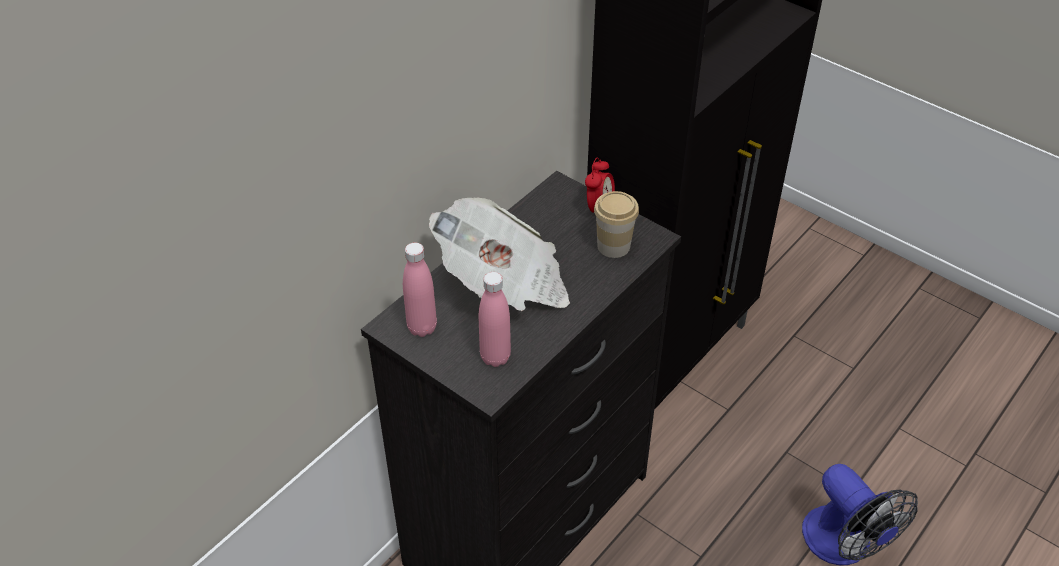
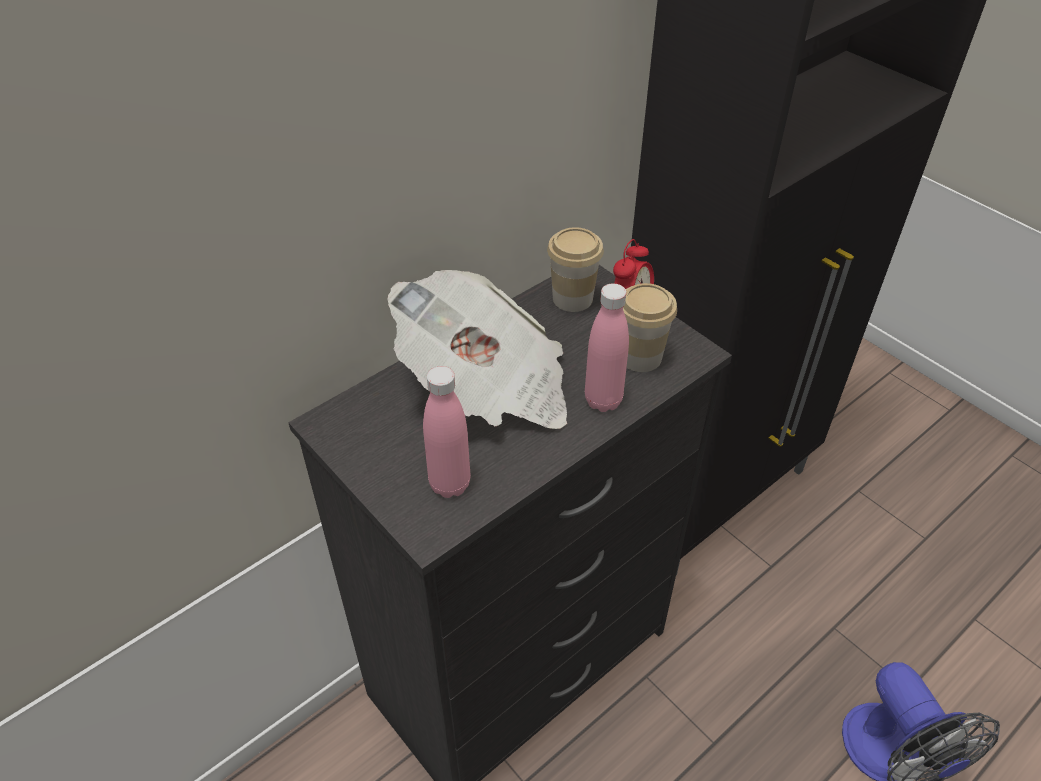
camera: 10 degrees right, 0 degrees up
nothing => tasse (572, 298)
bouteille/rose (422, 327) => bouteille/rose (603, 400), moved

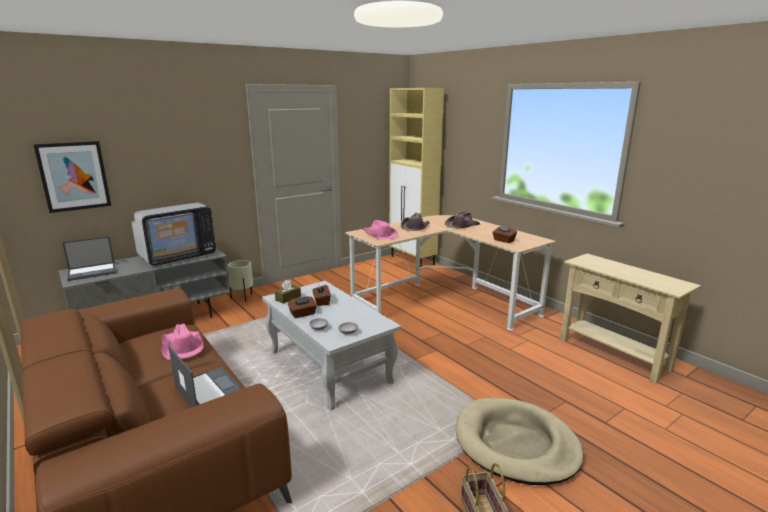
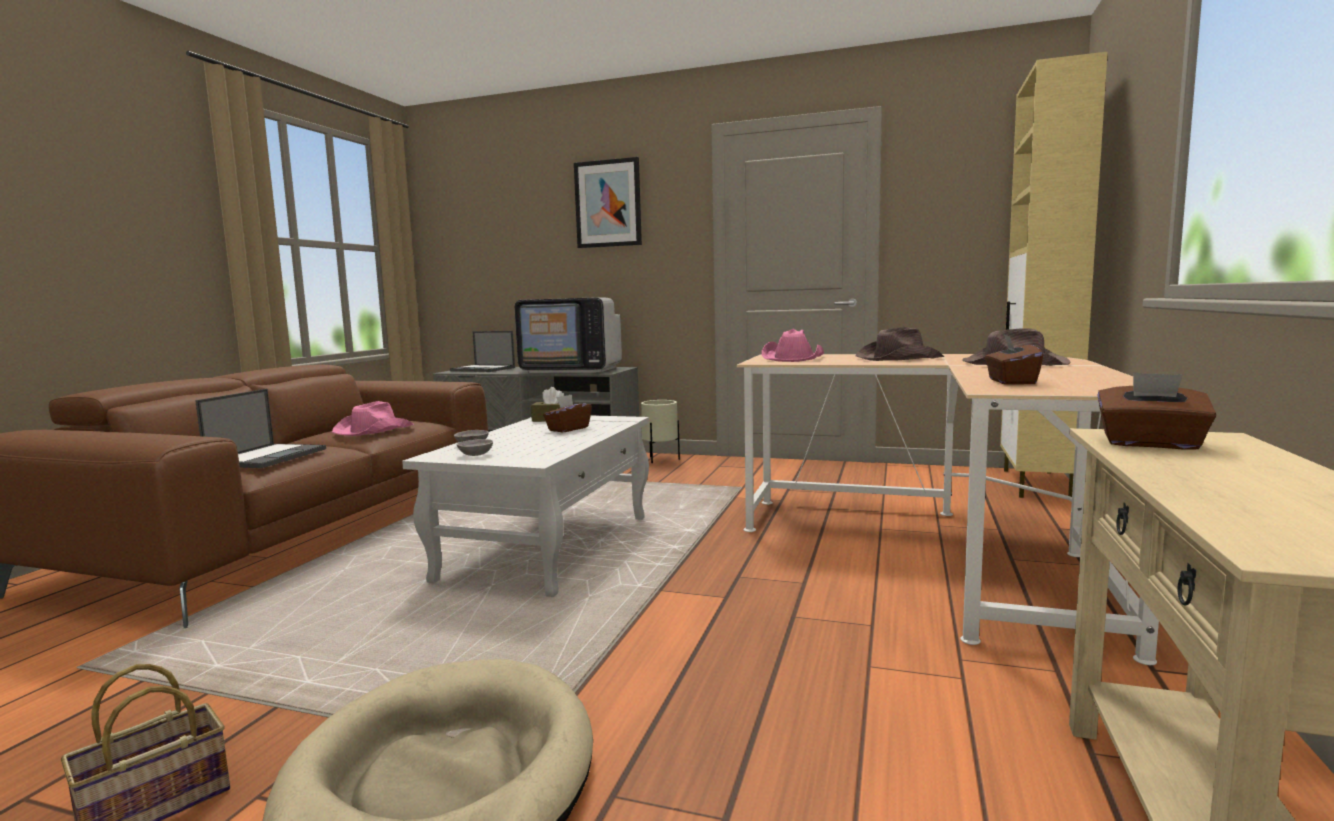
camera: 55 degrees right, 10 degrees down
tableau (74, 176) => tableau (608, 204), moved
boîte à mouchoirs/marron (303, 314) => boîte à mouchoirs/marron (1150, 444), moved

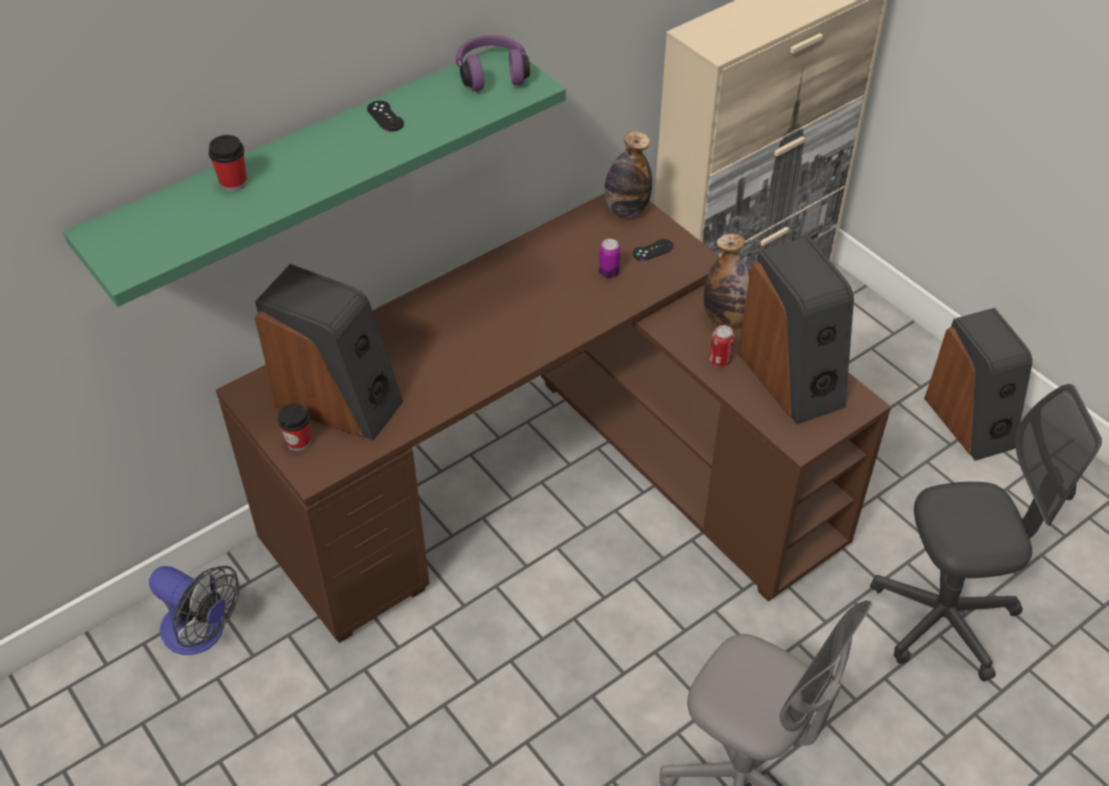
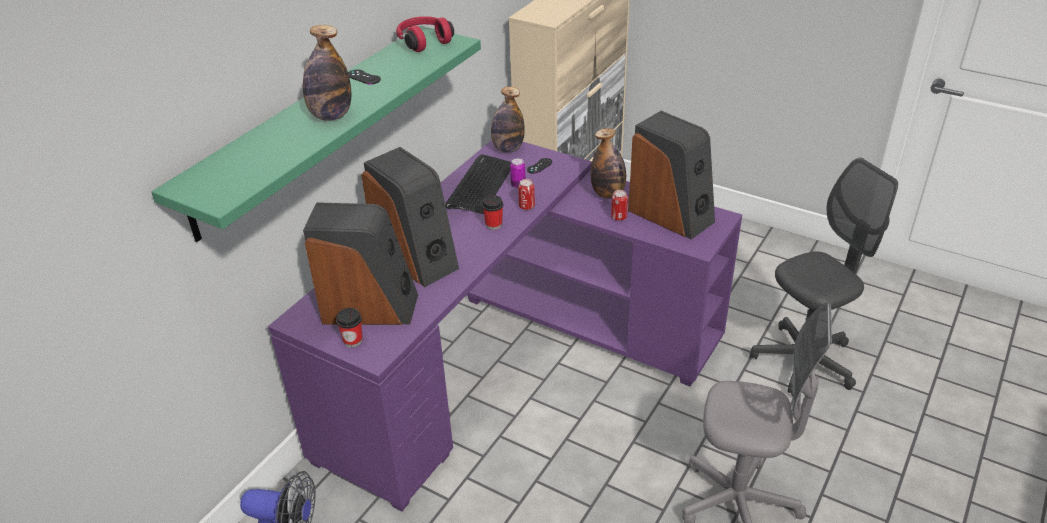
camera: 20 degrees left, 10 degrees down
nothing => bouteille (331, 116)
nothing => clavier (480, 185)
nothing => boîte métallique (526, 206)
tasse (233, 183) => tasse (493, 225), moved
enceinte (970, 421) => enceinte (417, 258), moved
bureau/marron (557, 487) => bureau/violet (510, 360)
casque audio/violet (492, 73) => casque audio/rouge (423, 42)

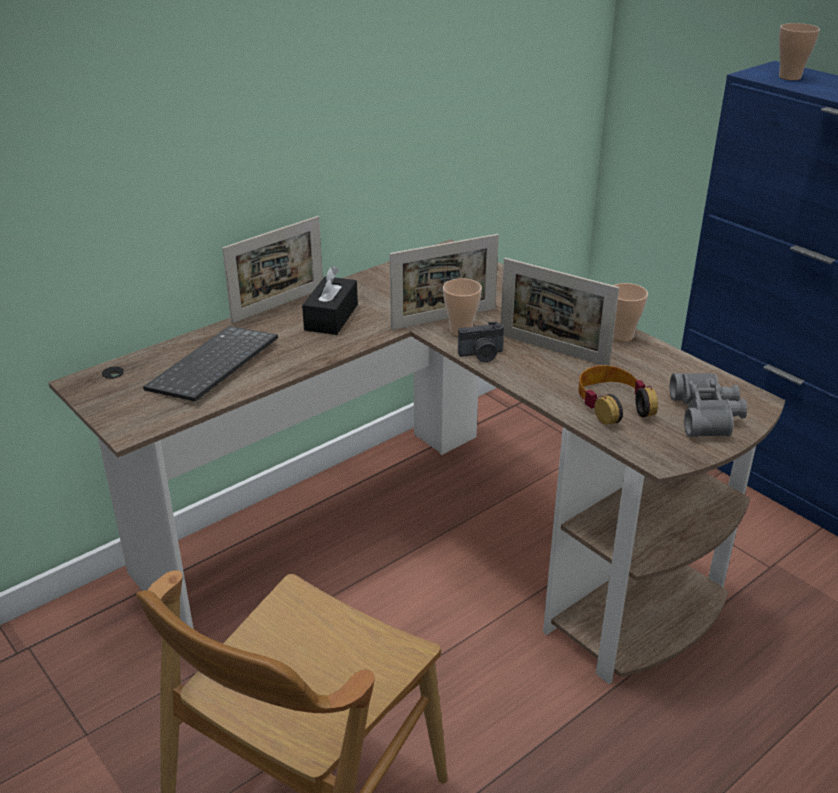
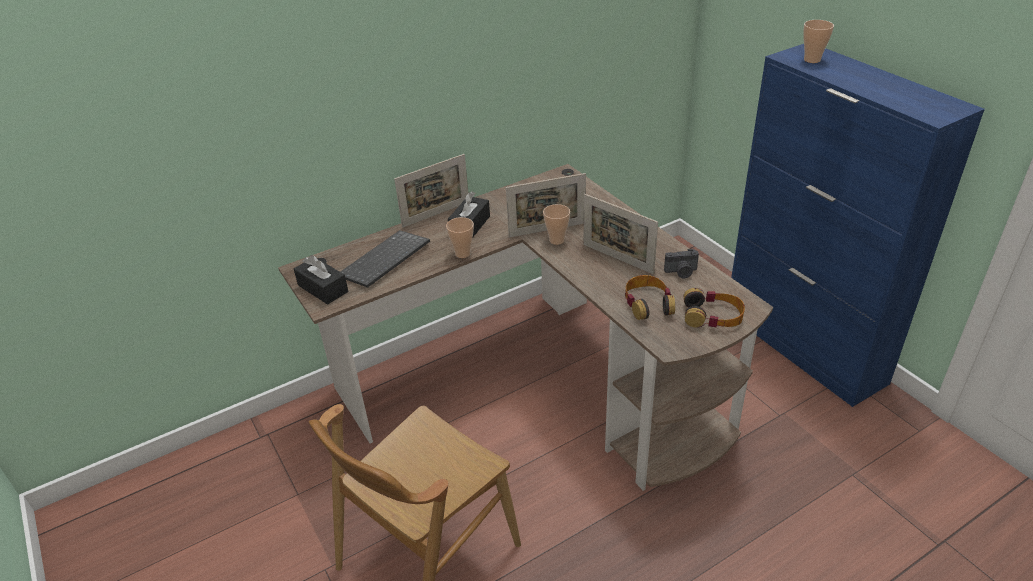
camera: 10 degrees right, 5 degrees up
nothing => boîte à mouchoirs/noir (323, 288)
appareil photo (482, 355) => appareil photo (681, 272), moved
tasse (622, 336) => tasse (462, 253), moved
jumelles/gris (707, 415) => casque audio (712, 316)

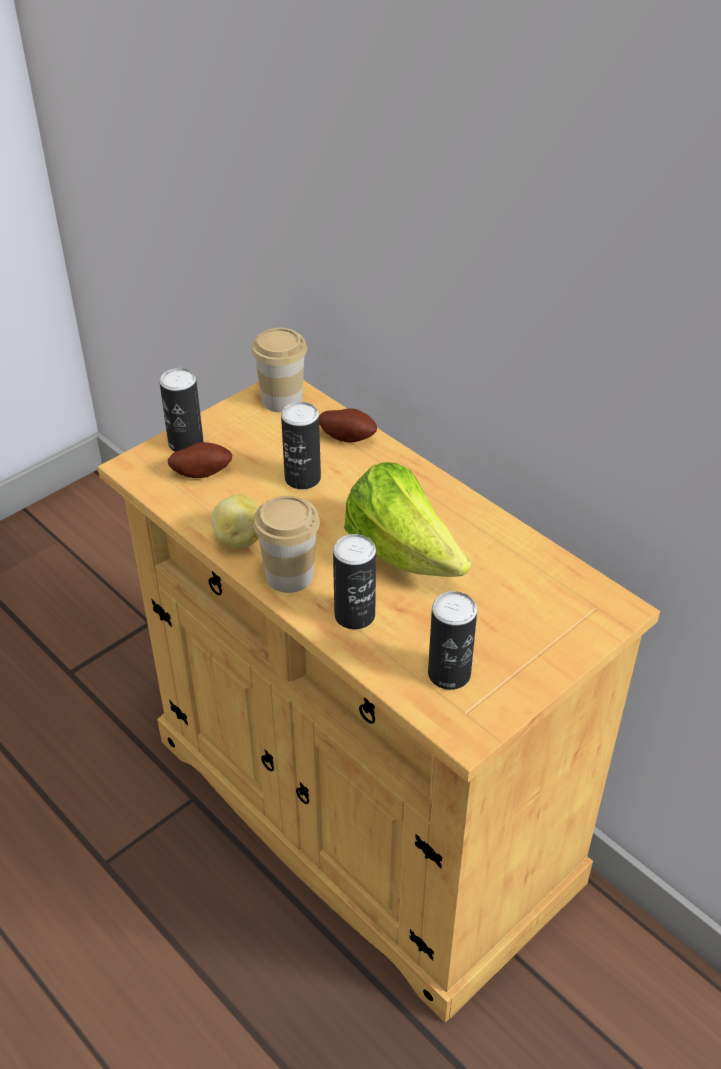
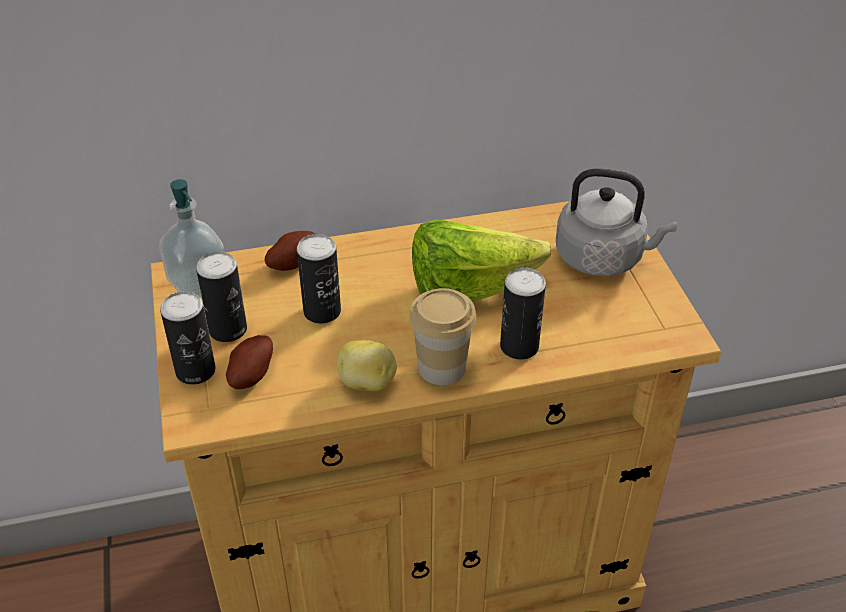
camera: 60 degrees left, 0 degrees up
nothing => bouilloire/gris (603, 258)
boîte métallique (449, 674) => boîte métallique (228, 329), moved
tasse (282, 400) => distributeur de savon (198, 282)

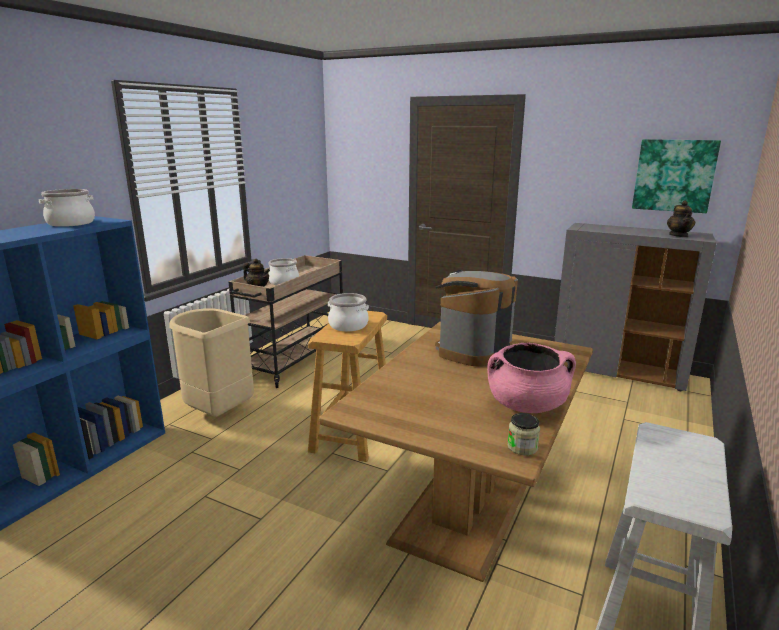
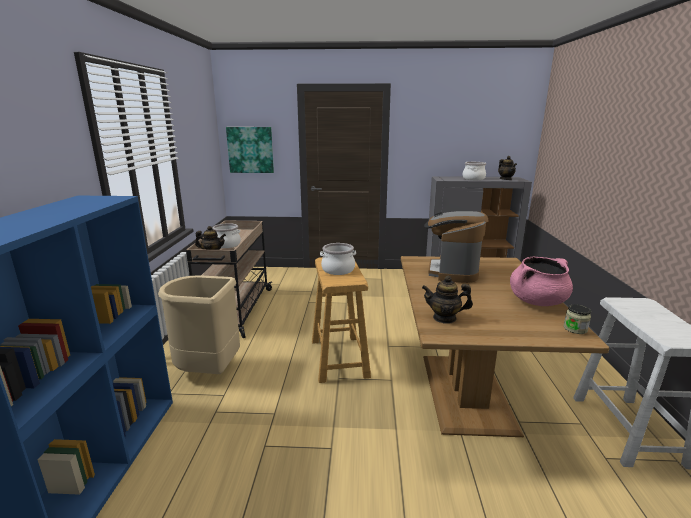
camera: 25 degrees left, 0 degrees up
nothing => théière (444, 318)
marmite (71, 223) => marmite (473, 179), moved
tableau (674, 175) => tableau (250, 150), moved

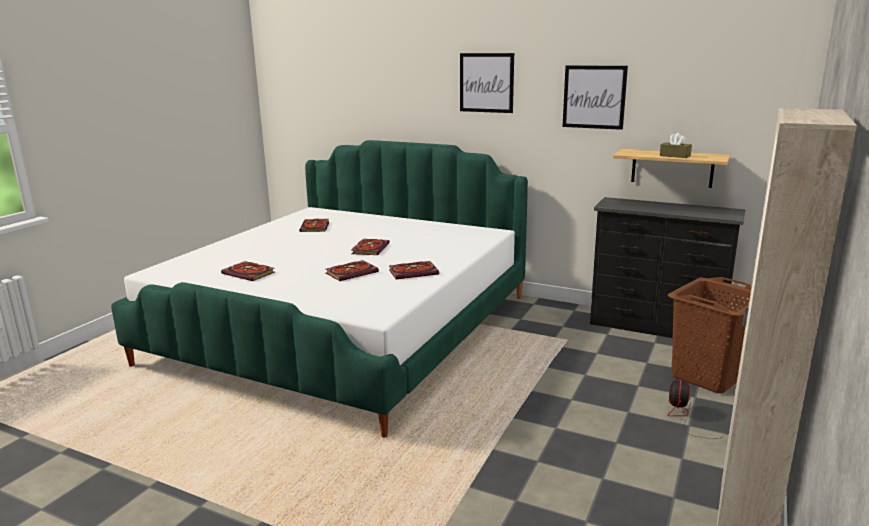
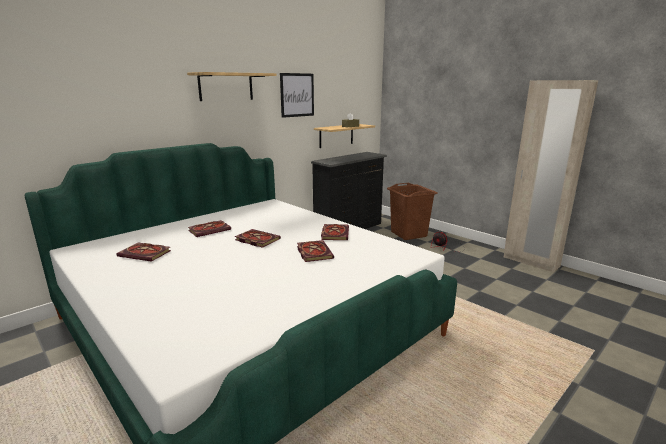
camera: 70 degrees left, 0 degrees up
livre (250, 273) => livre (210, 230), moved
tableau (486, 83) => étagère (226, 86)

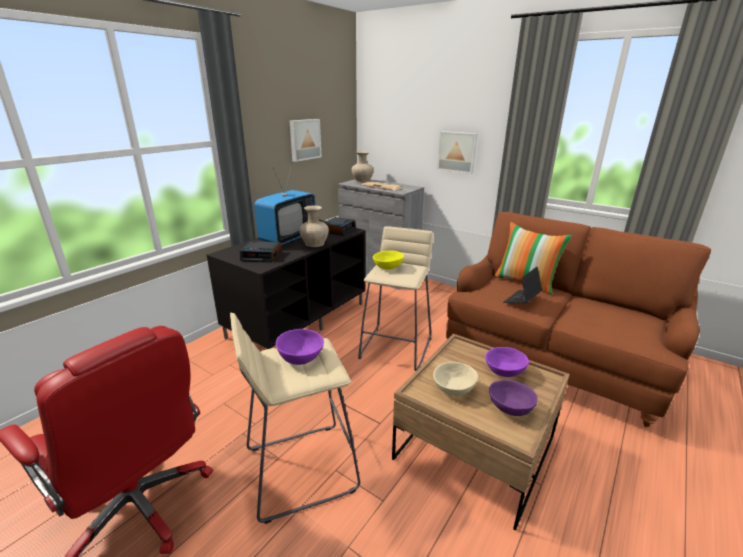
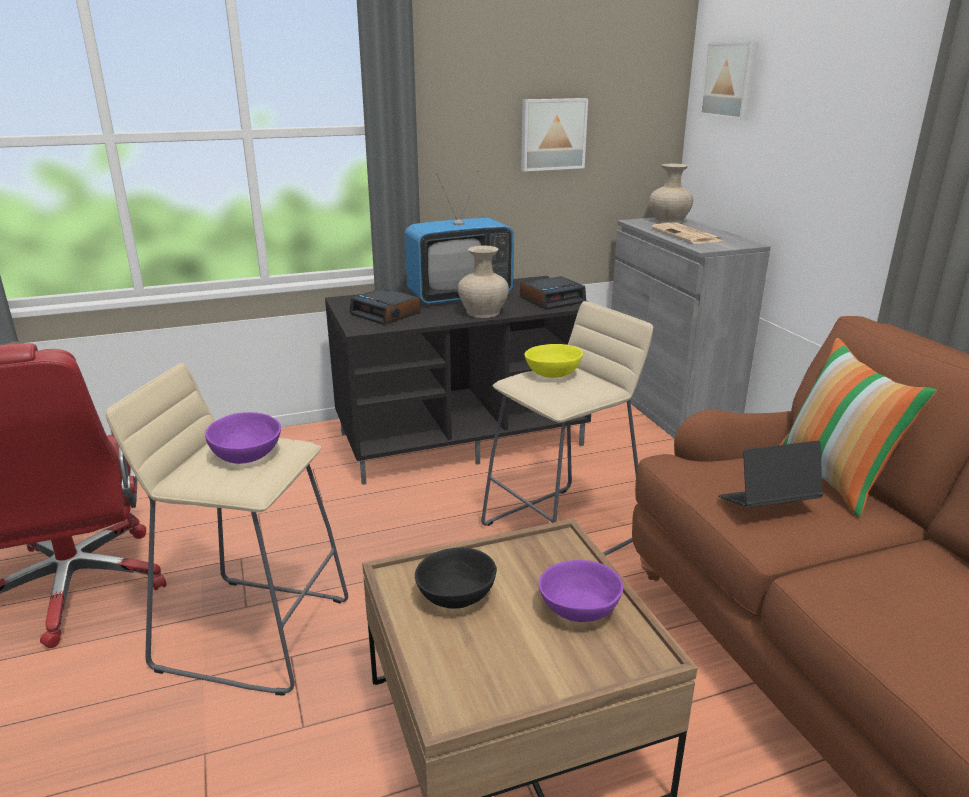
camera: 35 degrees right, 0 degrees up
bol/violet (510, 408) => nothing
tableau (457, 152) => tableau (731, 80), moved
bol/beige (454, 388) => bol/noir (457, 596)

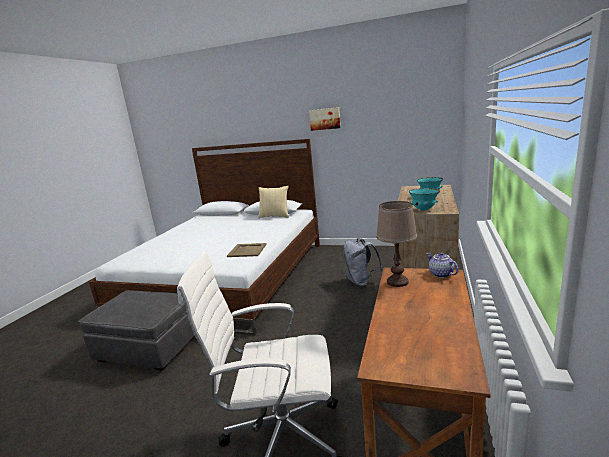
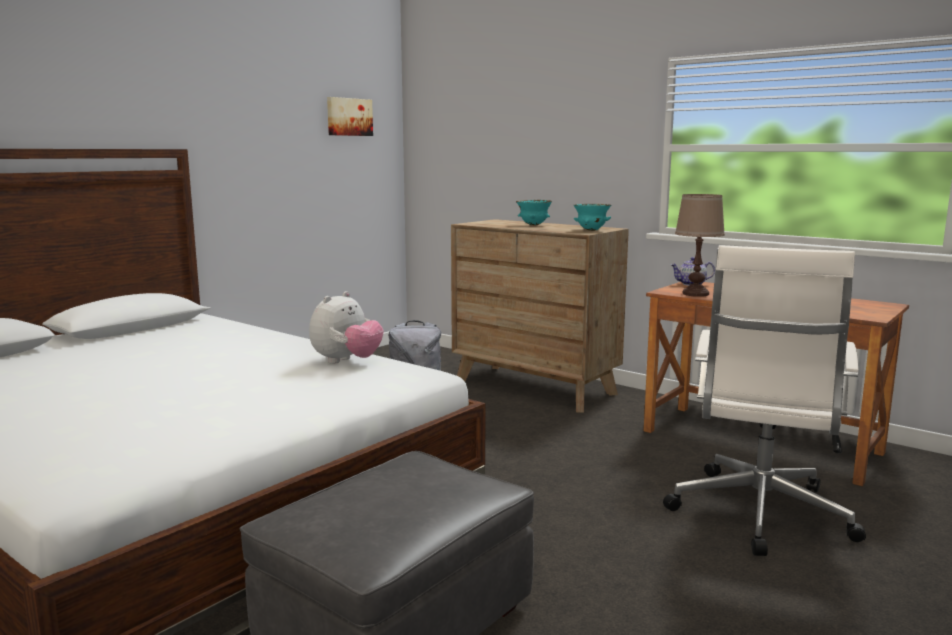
camera: 70 degrees left, 5 degrees down
coussin (275, 216) => nothing
tableau (325, 119) => tableau (349, 117), moved
plateau/beige (247, 250) => peluche (346, 361)

